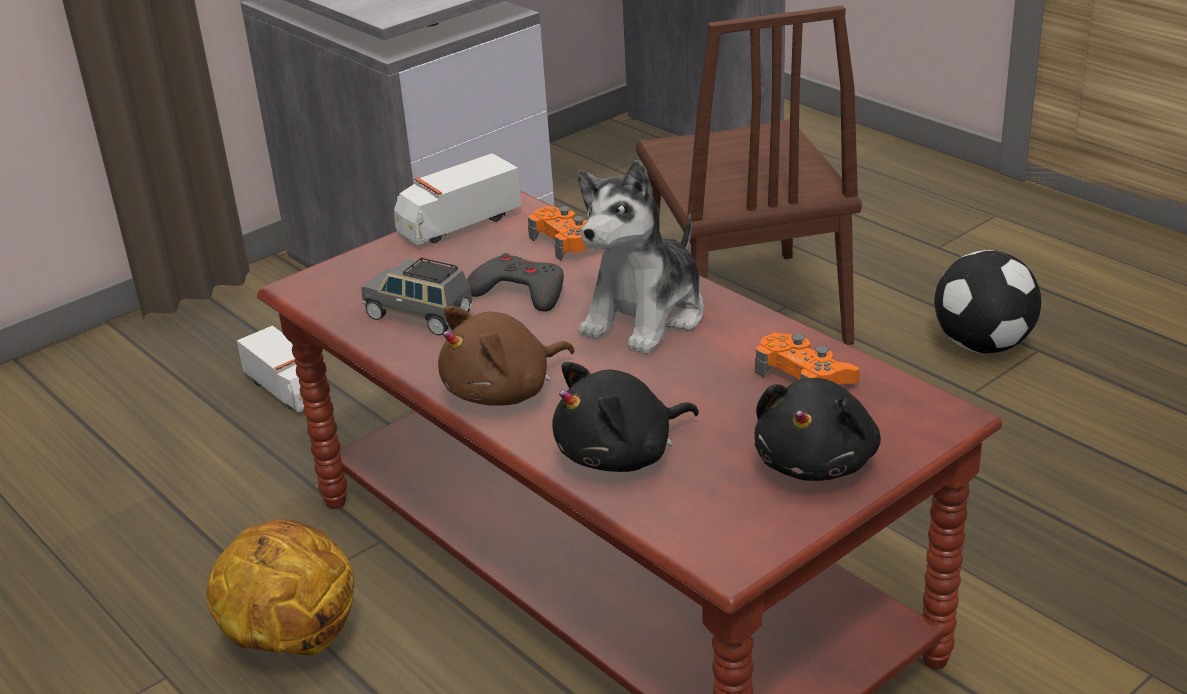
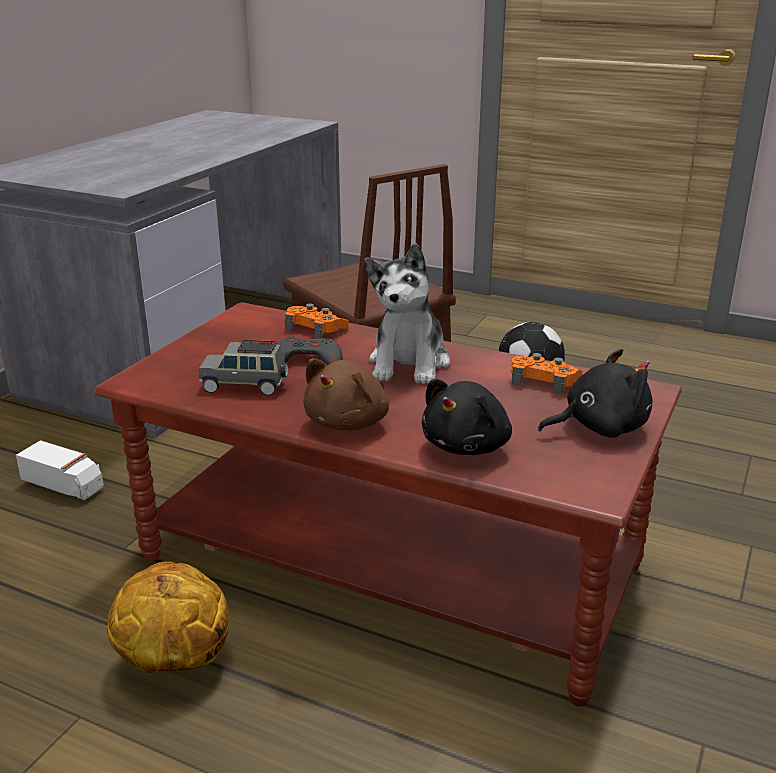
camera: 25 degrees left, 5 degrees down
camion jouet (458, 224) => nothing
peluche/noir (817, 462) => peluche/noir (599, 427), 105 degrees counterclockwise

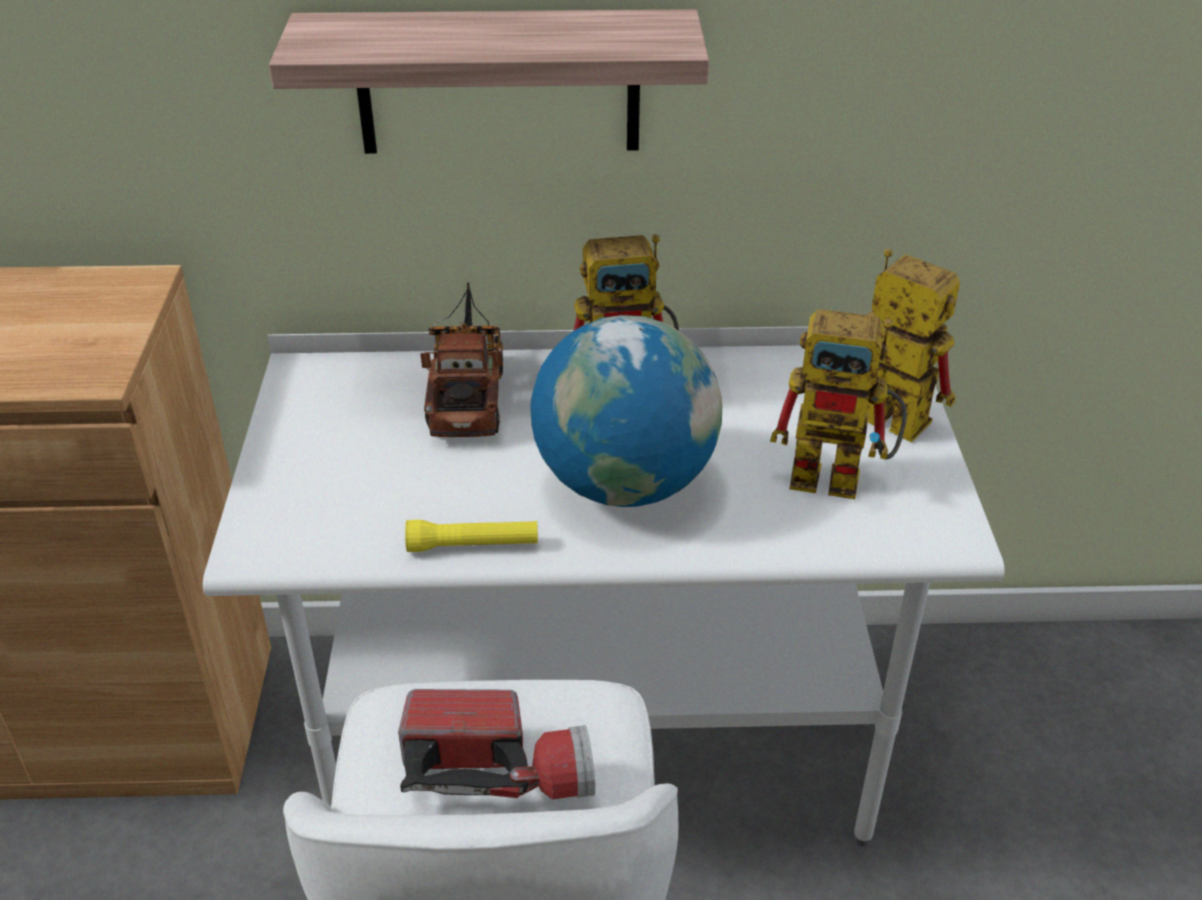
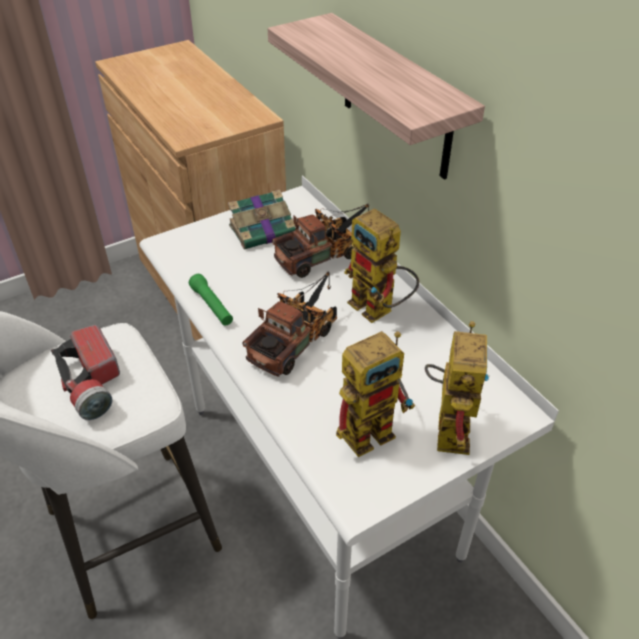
camera: 60 degrees right, 5 degrees up
nothing => livre (264, 230)
globe (625, 483) => camion jouet (297, 339)
lampe de poche/jaune (473, 545) => lampe de poche/vert (212, 306)
robot jouet (842, 476) => robot jouet (374, 427), 105 degrees counterclockwise

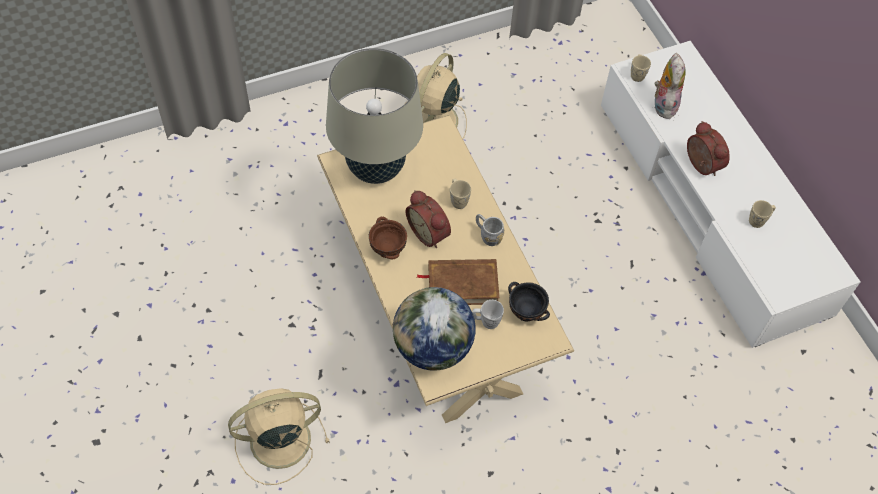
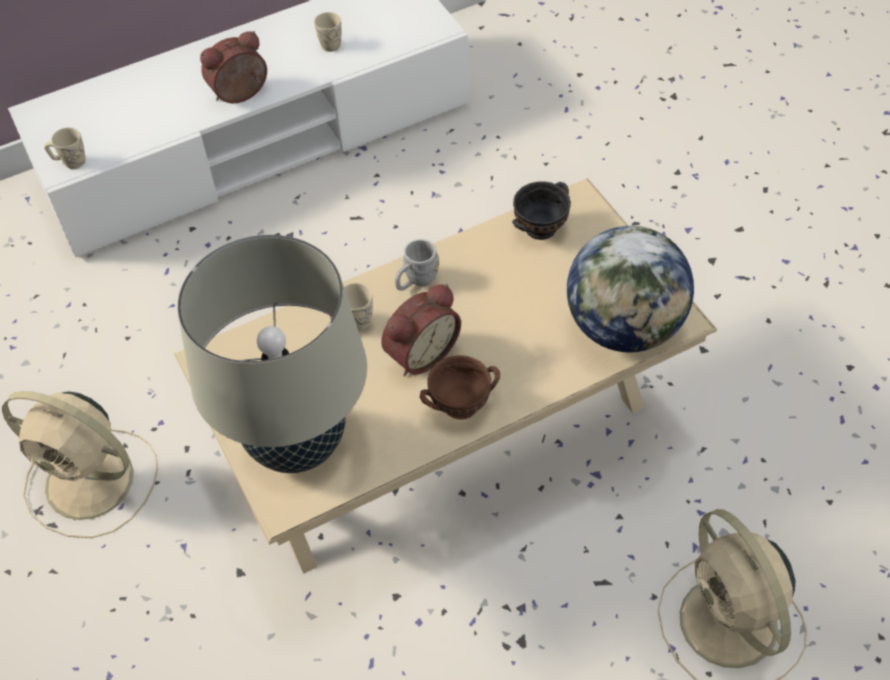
camera: 90 degrees left, 5 degrees down
livre/marron (462, 284) => nothing
mug/blanc (486, 321) => nothing
peluche (663, 104) => nothing

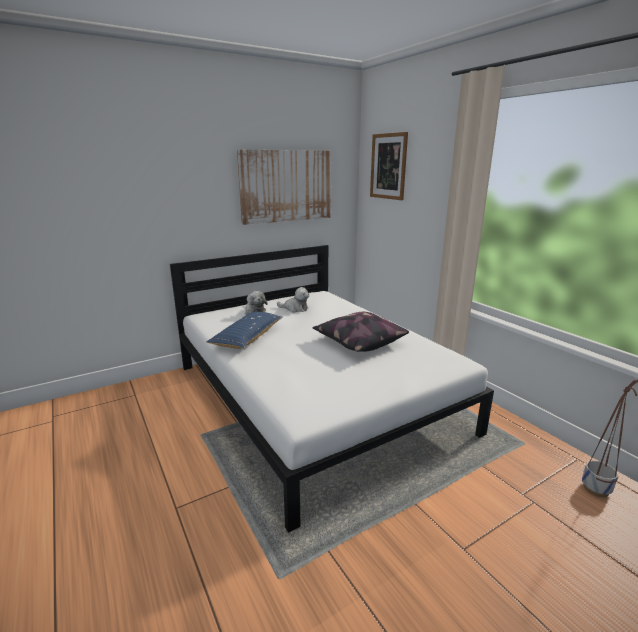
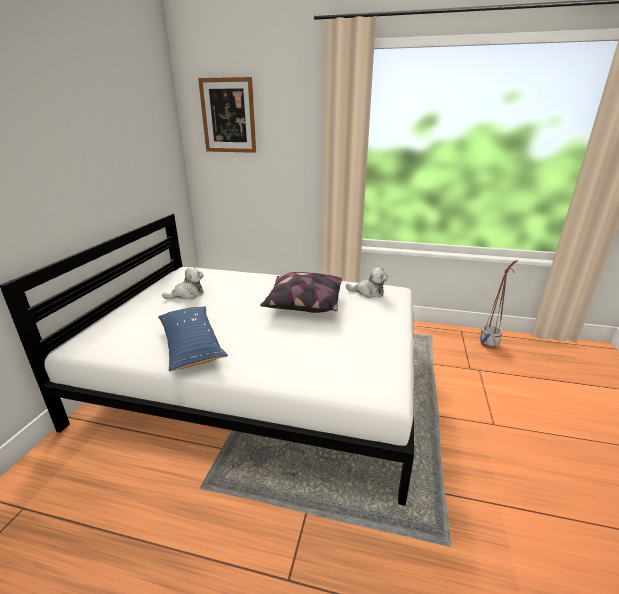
camera: 45 degrees left, 5 degrees up
tableau (287, 186) => nothing
peluche (254, 311) => peluche (368, 292), moved

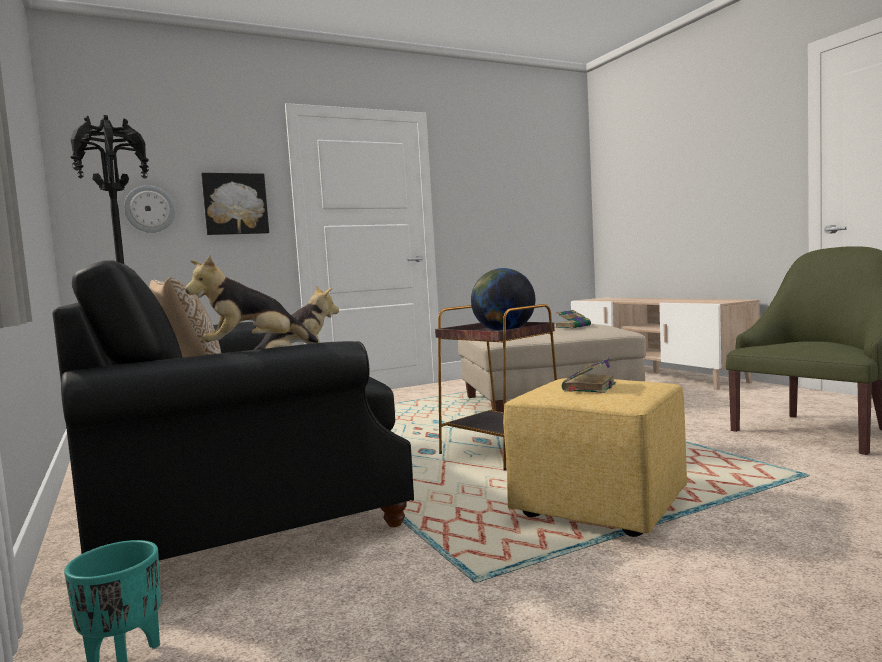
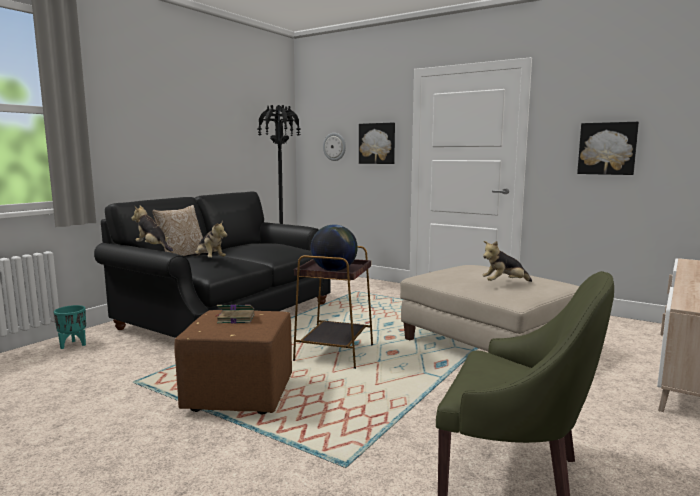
camera: 60 degrees right, 5 degrees up
nothing => tableau (607, 148)
livre (573, 326) => peluche (504, 283)
pouf/jaune (597, 506) => pouf/marron (240, 395)

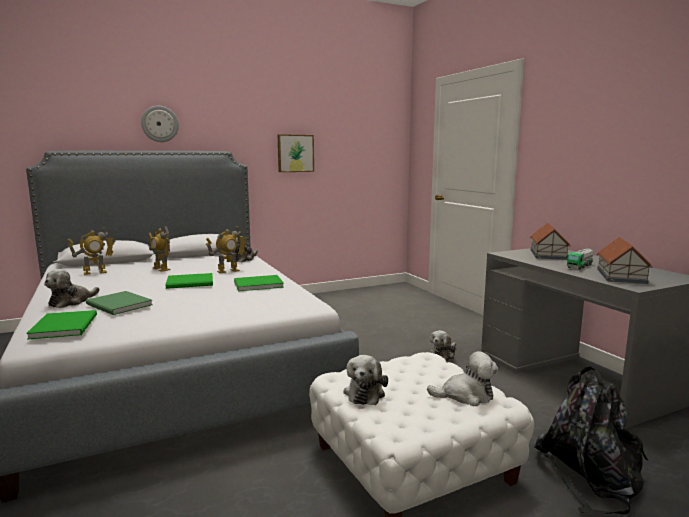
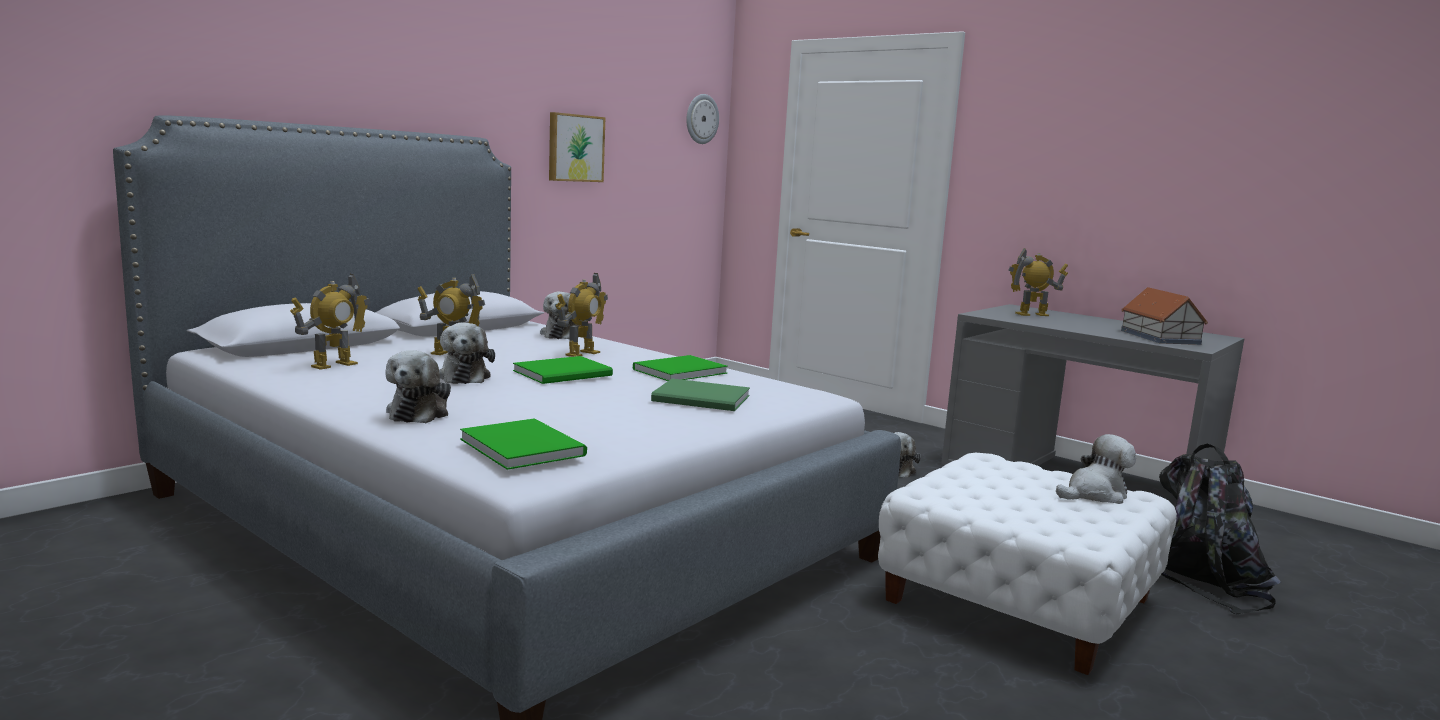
camera: 25 degrees left, 0 degrees up
camion jouet (579, 266) => nothing
livre/vert (119, 305) => livre/vert (703, 399), moved
horloge murale (160, 124) => horloge murale (701, 119), moved
peluche (365, 392) => peluche (463, 376), moved
maison miniature (547, 254) => robot jouet (1032, 314)

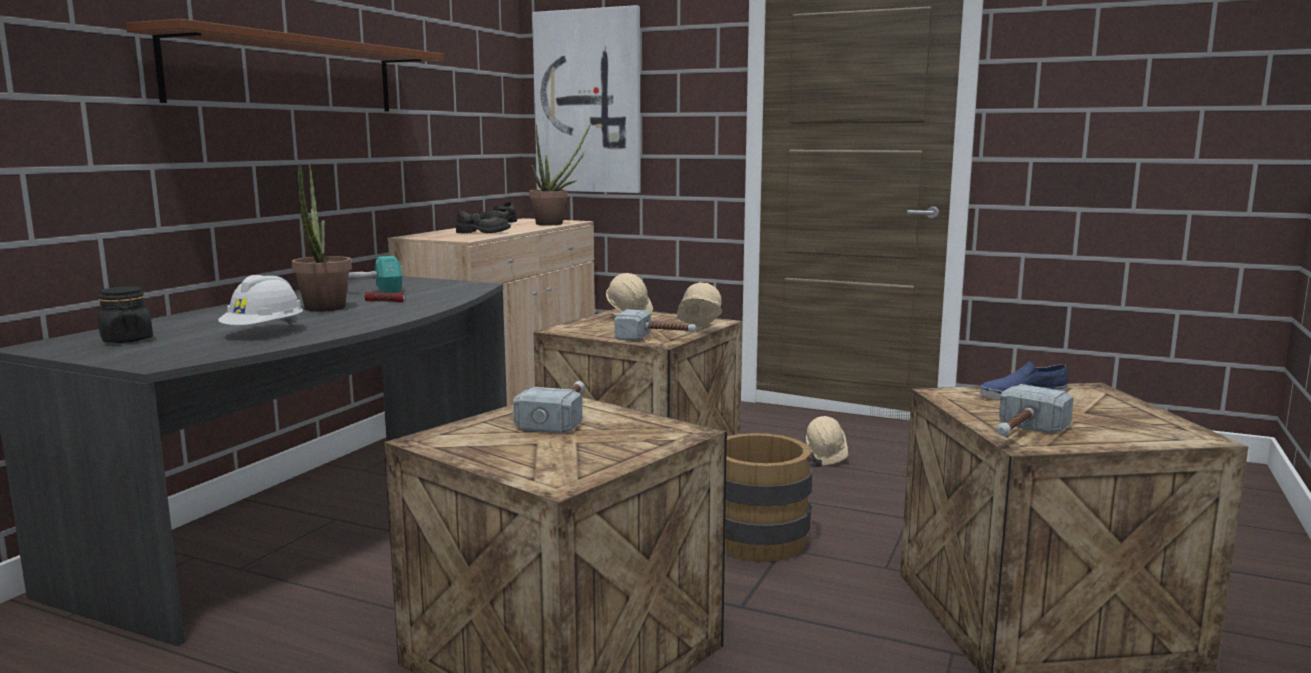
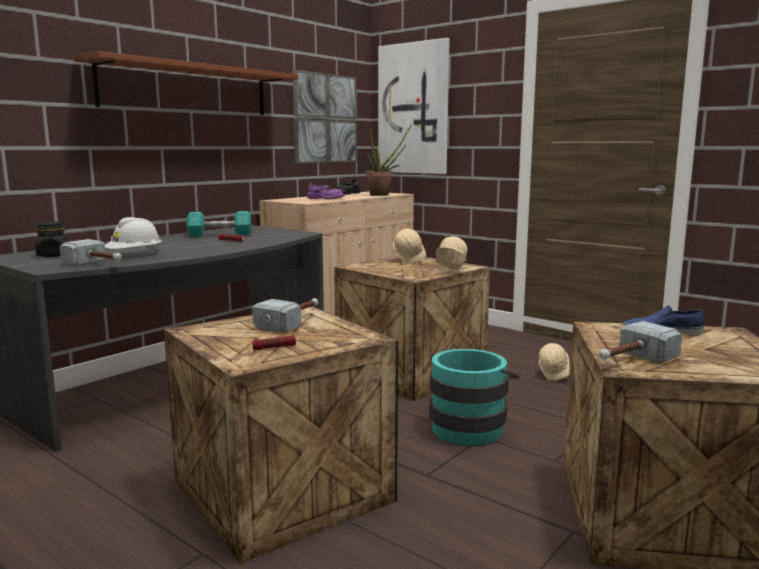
camera: 15 degrees right, 0 degrees up
plante en pot (323, 309) => nothing
nothing => lampe de poche (274, 348)
nothing => tableau (325, 118)
marteau (656, 338) => marteau (97, 264), moved
chaussure/noir (483, 232) => chaussure/violet (325, 198)
seau/marron (759, 537) => seau/turquoise (469, 427)

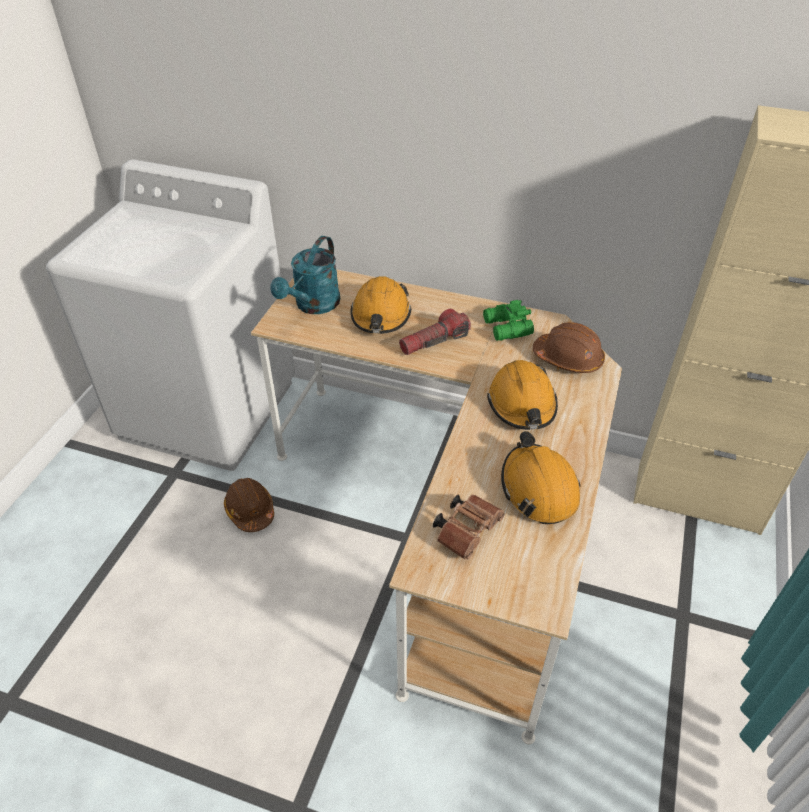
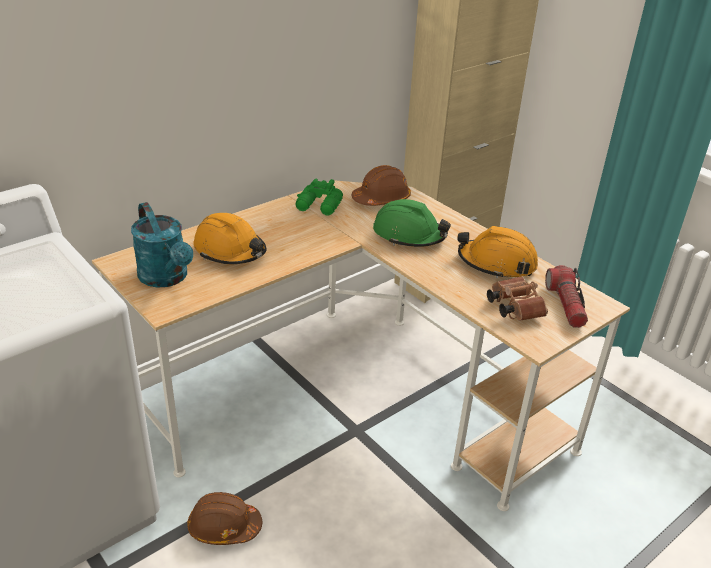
camera: 60 degrees left, 10 degrees down
lampe de poche (434, 341) => lampe de poche (566, 304), moved
casque de chantier/orange (522, 405) => casque de chantier/vert (409, 235)

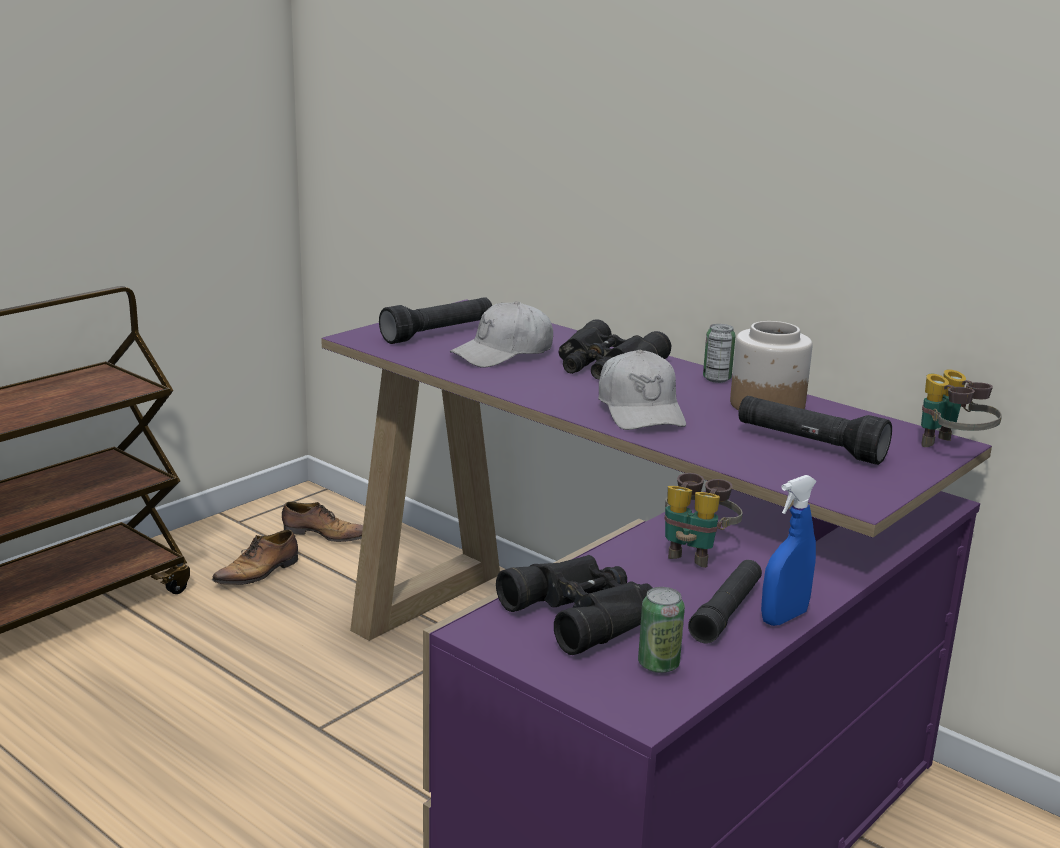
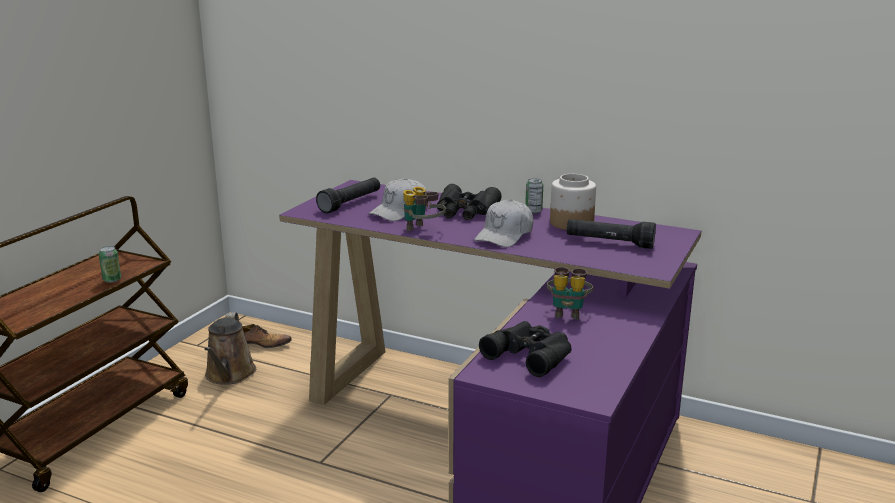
camera: 15 degrees left, 0 degrees up
lampe de poche/noir (726, 611) => nothing
vaporisateur/bleu (784, 617) => nothing
boîte métallique (658, 664) => boîte métallique (112, 280), moved
jumelles (951, 449) => jumelles (423, 230), moved
chaussure (259, 572) => arrosoir/marron (229, 375)
casquette/blanc (641, 411) => casquette/blanc (505, 235), 60 degrees clockwise

